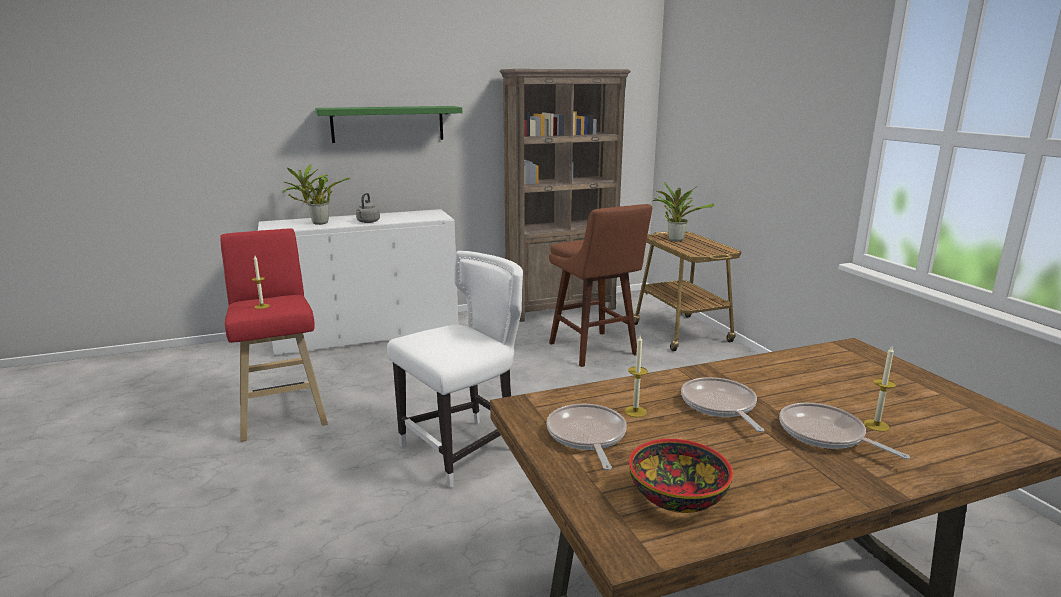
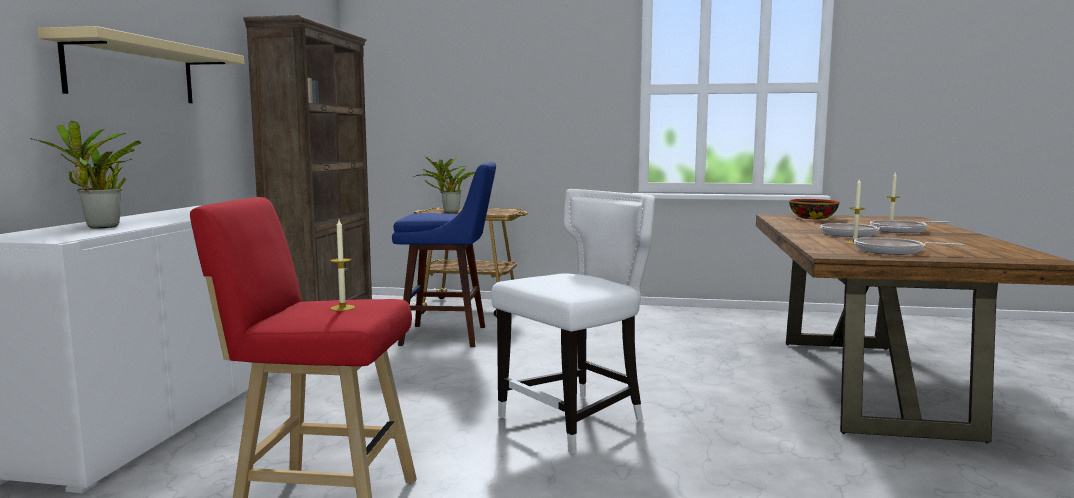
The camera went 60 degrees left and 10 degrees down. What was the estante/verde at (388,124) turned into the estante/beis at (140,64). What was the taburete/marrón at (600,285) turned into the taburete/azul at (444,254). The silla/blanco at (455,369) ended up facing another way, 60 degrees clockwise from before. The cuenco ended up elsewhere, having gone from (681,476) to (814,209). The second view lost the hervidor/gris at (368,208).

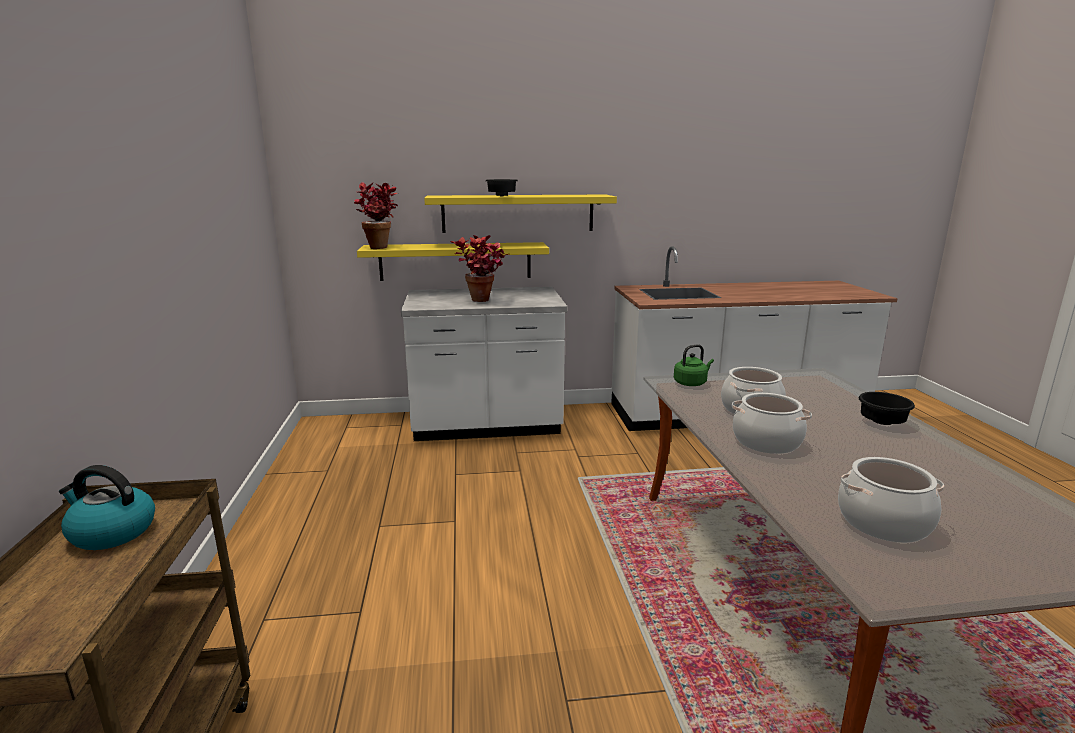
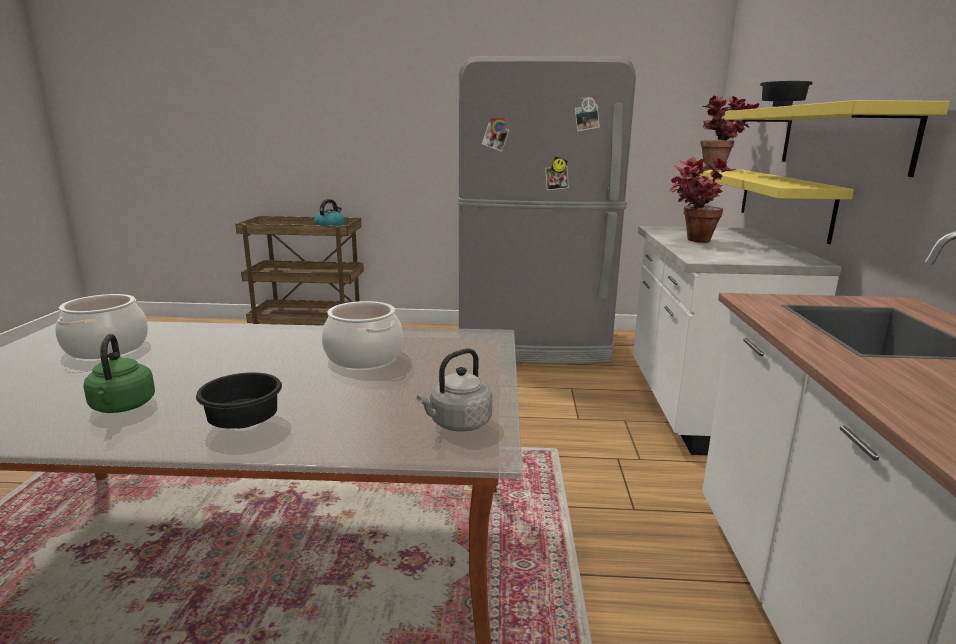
The camera went 100 degrees right and 0 degrees up. The hervidor/verde ended up elsewhere, having gone from (694,365) to (119,373). The second view gained the hervidor/gris at (454,390). The second view gained the nevera/gris at (547,210). The second view lost the olla at (772,423).

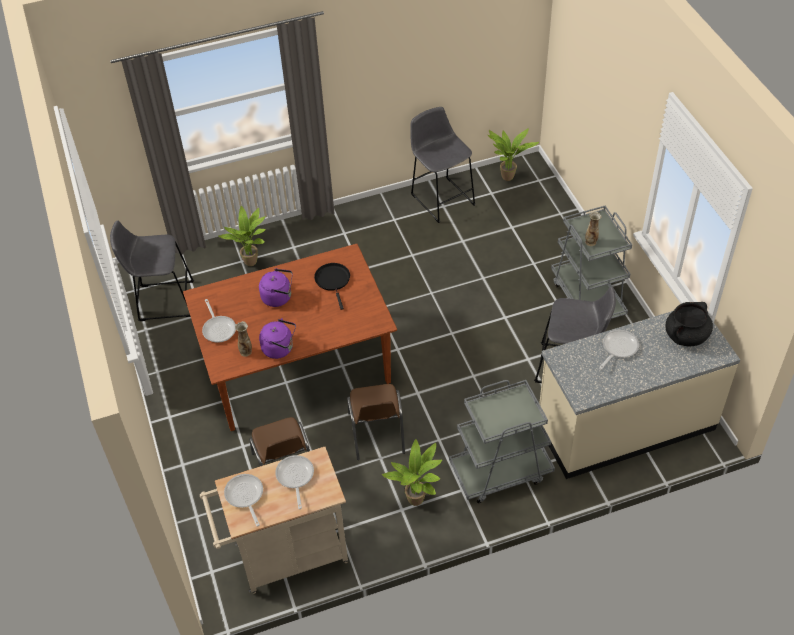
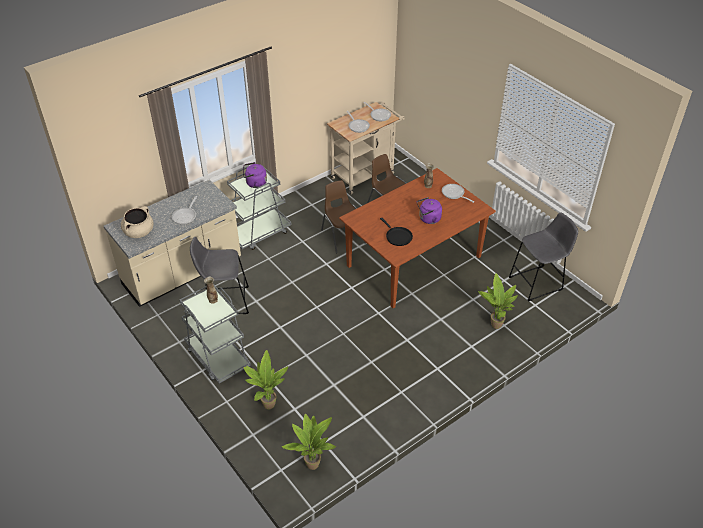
The camera went 160 degrees right and 5 degrees down. What was the olla/negro at (689,324) turned into the olla/beis at (137,222). The hervidor/morado ended up elsewhere, having gone from (277,338) to (255,175). The planta en maceta ended up elsewhere, having gone from (412,472) to (265,379). The second view lost the taburete/gris at (443,165).

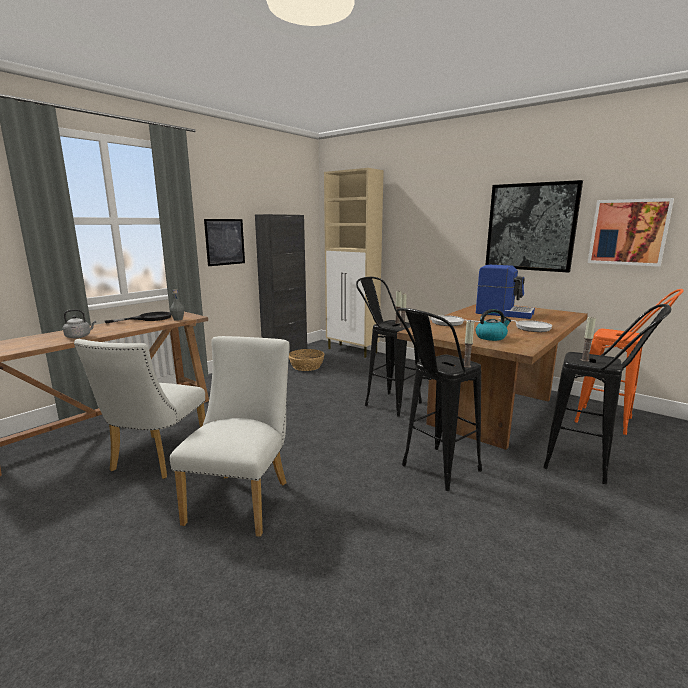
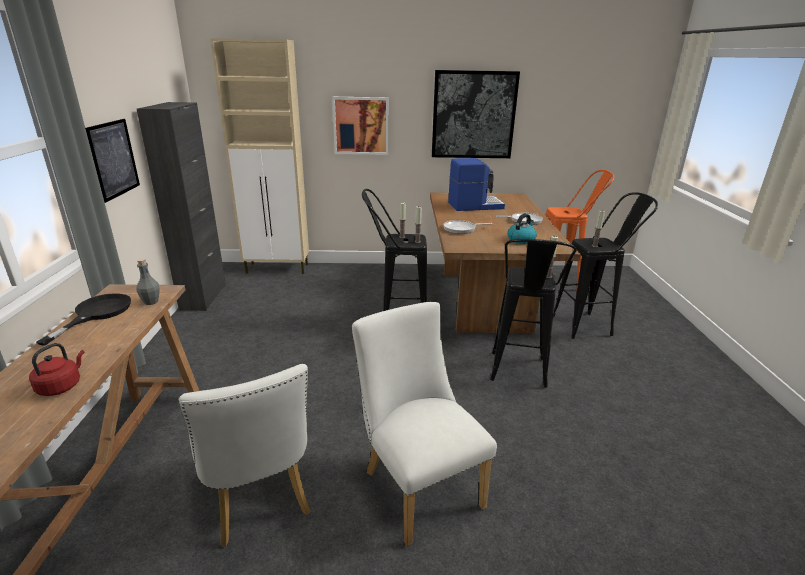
The camera went 40 degrees left and 10 degrees up. What was the hervidor/gris at (79,323) turned into the hervidor/rojo at (57,369). The cuadro ended up elsewhere, having gone from (631,232) to (360,126). The second view lost the cesta at (307,360).

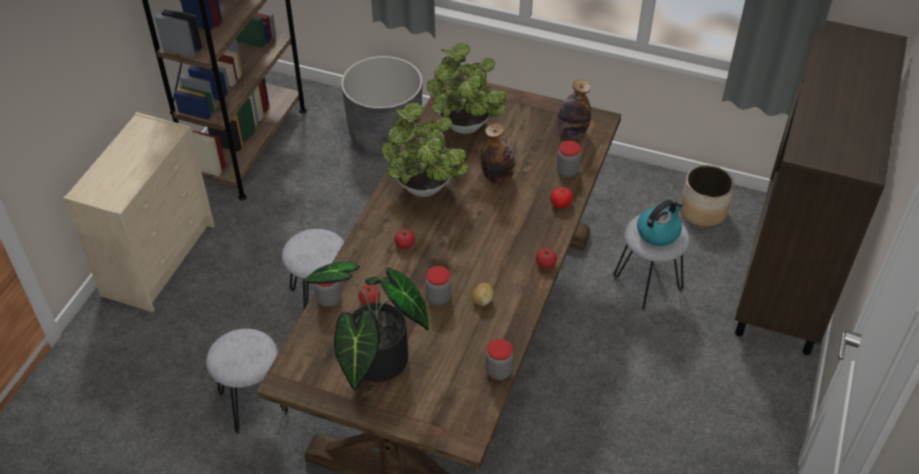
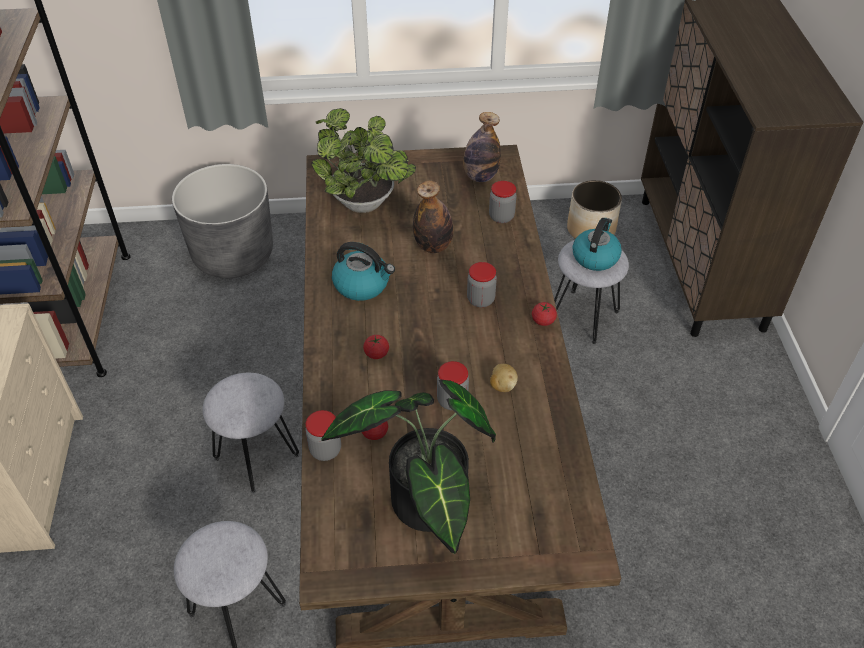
The camera went 25 degrees left and 0 degrees up. Where the planta en maceta stood at (425,149), the hervidor came to stand at (363,271). The tarro ended up elsewhere, having gone from (499,359) to (482,285). The second view lost the tomate at (561,197).

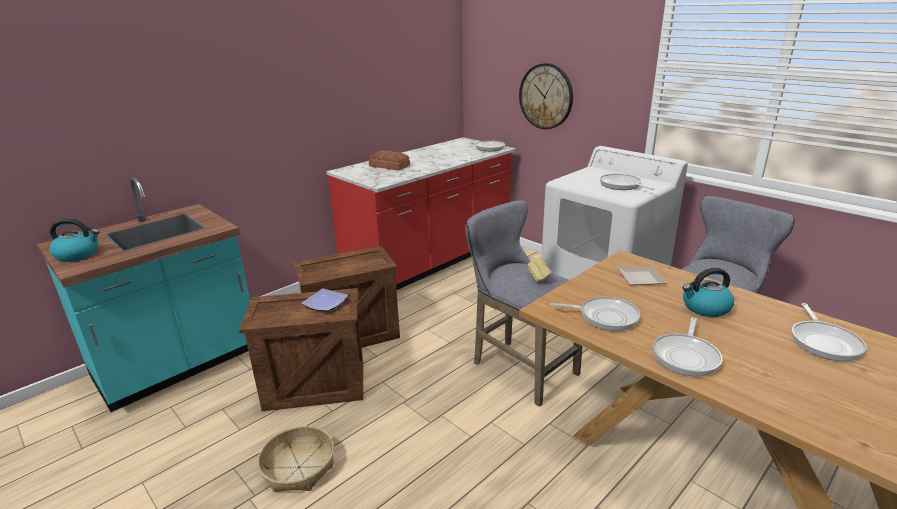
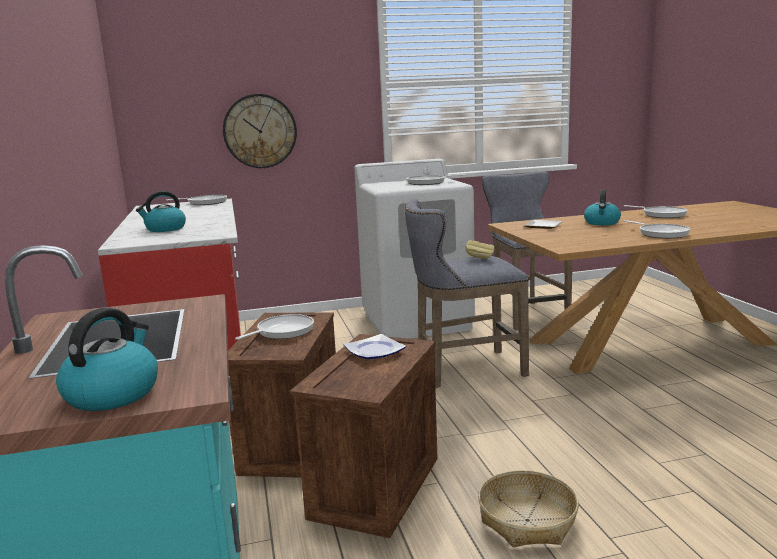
The camera went 60 degrees left and 10 degrees down. Where the pan stood at (389,160), the hervidor came to stand at (161,211). The sartén ended up elsewhere, having gone from (595,314) to (274,327).

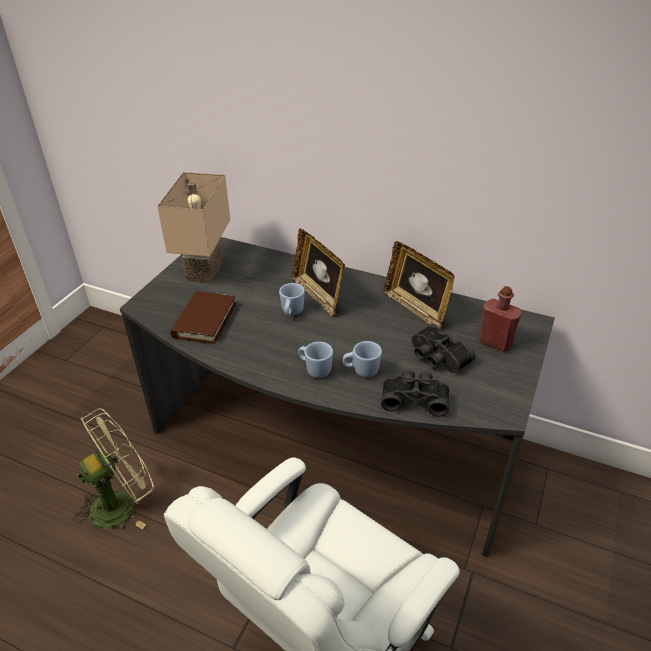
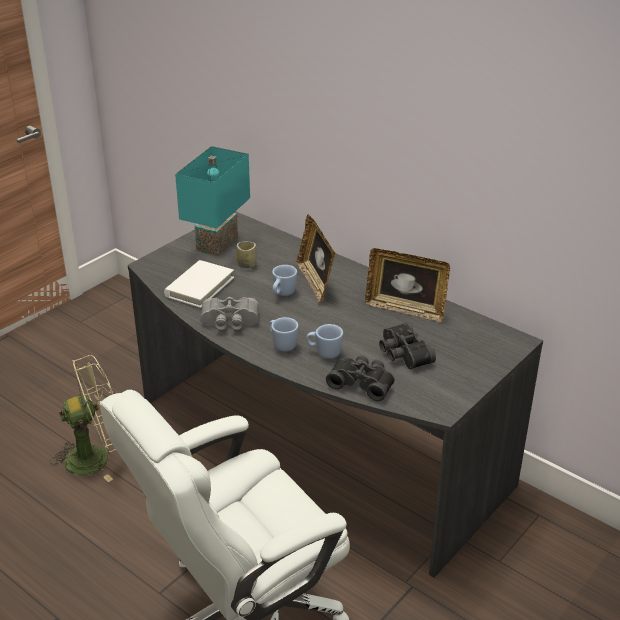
The camera went 15 degrees right and 5 degrees down. What was the libro/marrón at (203,317) turned into the libro/blanco at (199,284). What was the lámpara de mesa/beis at (193,227) turned into the lámpara de mesa/turquesa at (212,201). The second view gained the prismáticos/gris at (229,313). The second view gained the taza at (246,255). The portarretratos at (418,284) ended up facing another way, 45 degrees counterclockwise from before. The second view lost the botella/rojo at (500,319).

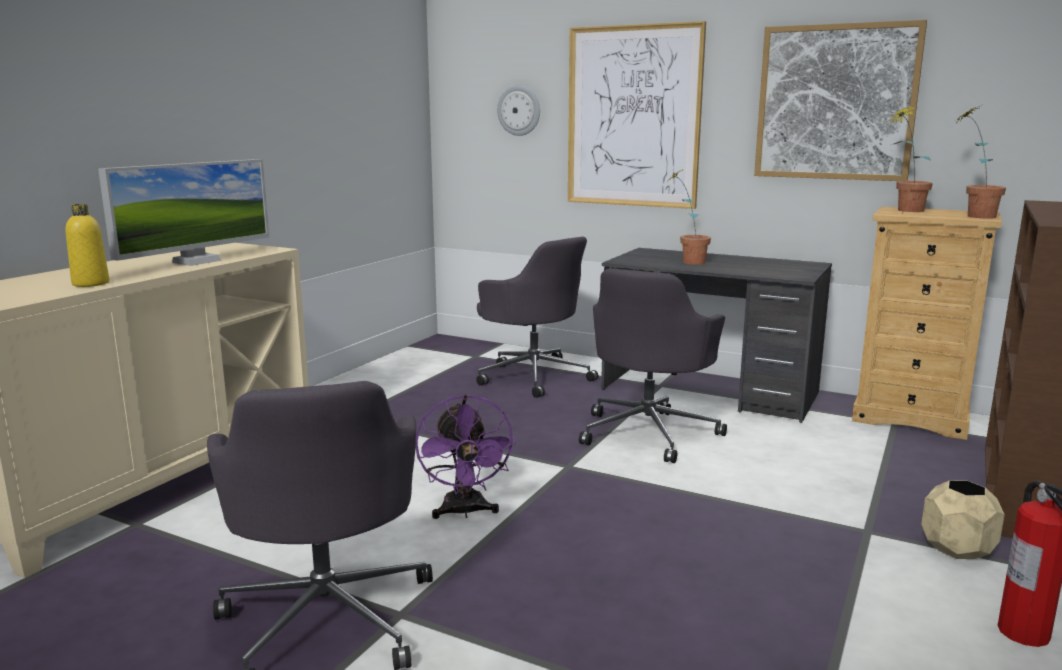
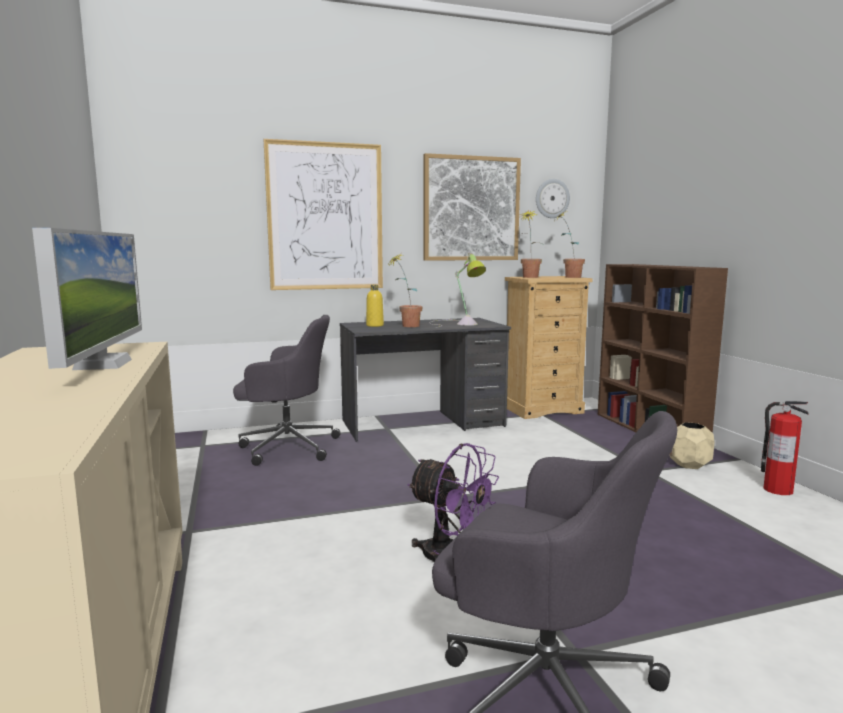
The camera went 45 degrees left and 5 degrees down. The botella/amarillo ended up elsewhere, having gone from (87,245) to (375,306). The second view gained the lámpara de mesa at (457,290). The reloj de pared ended up elsewhere, having gone from (518,110) to (553,198). The second view lost the silla de oficina/gris at (653,365).

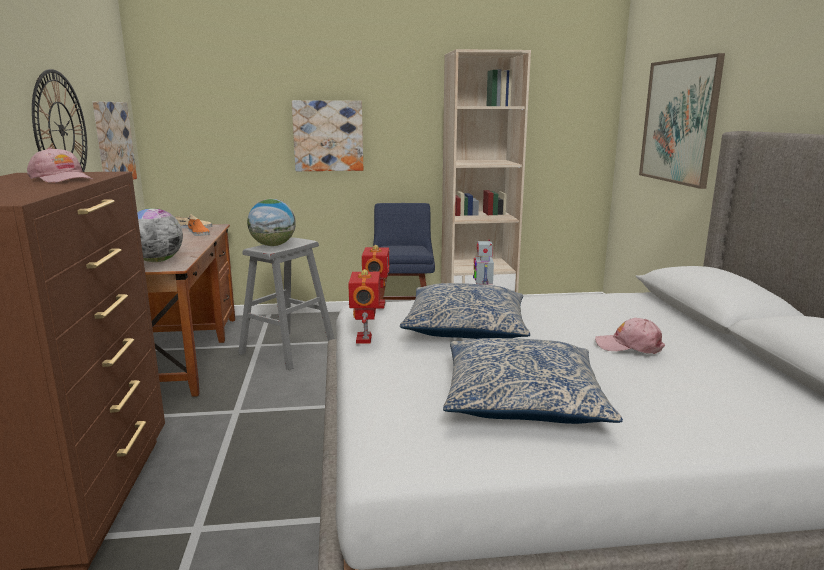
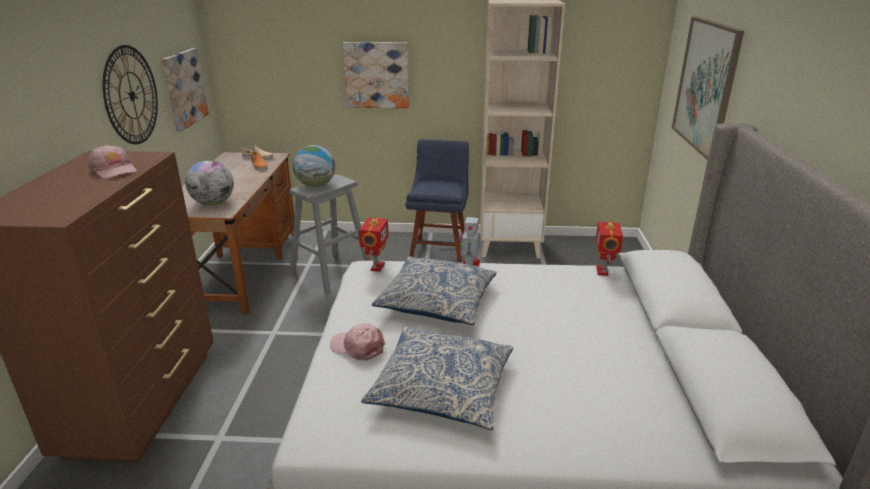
The camera went 10 degrees right and 10 degrees up. The gorra/rosa ended up elsewhere, having gone from (630,336) to (357,342). The robot de juguete ended up elsewhere, having gone from (364,306) to (609,249).

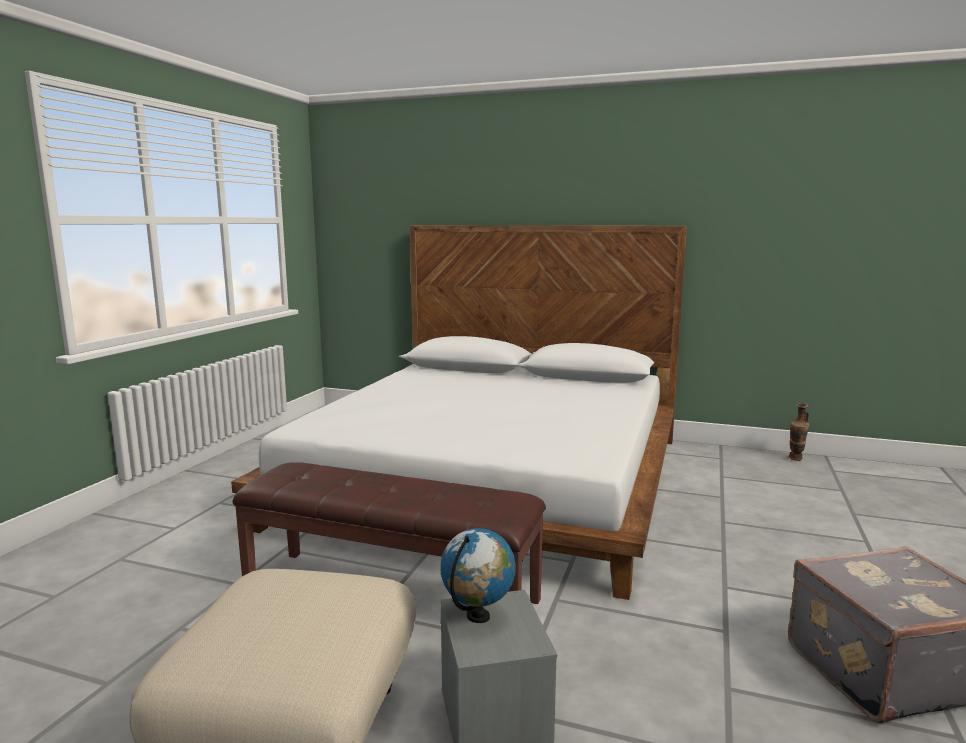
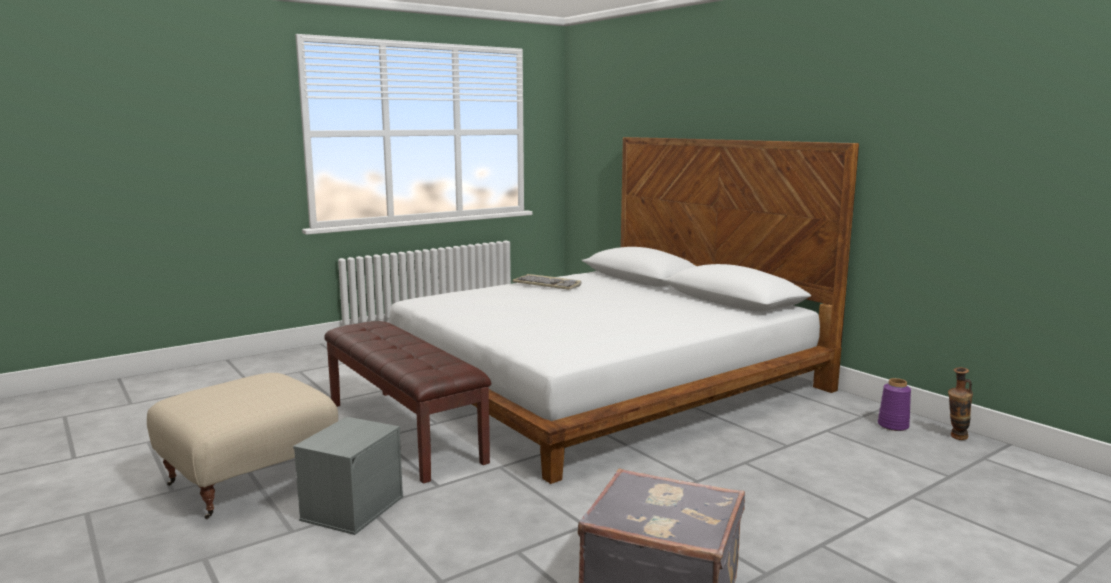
The camera went 35 degrees right and 0 degrees up. The second view gained the teclado at (547,282). The second view gained the florero/morado at (894,404). The second view lost the globo terráqueo at (478,575).

